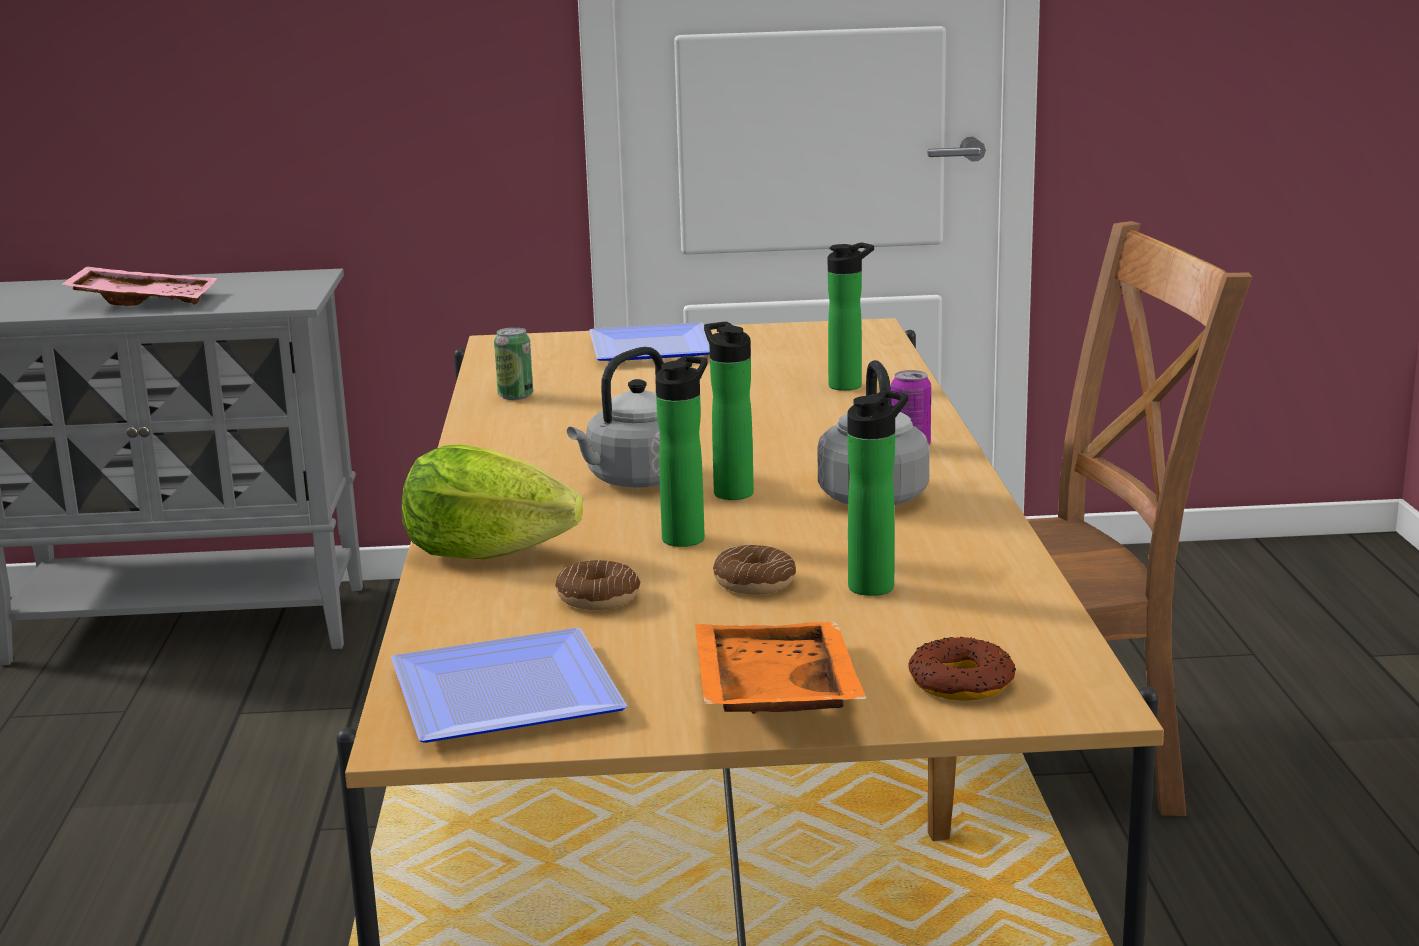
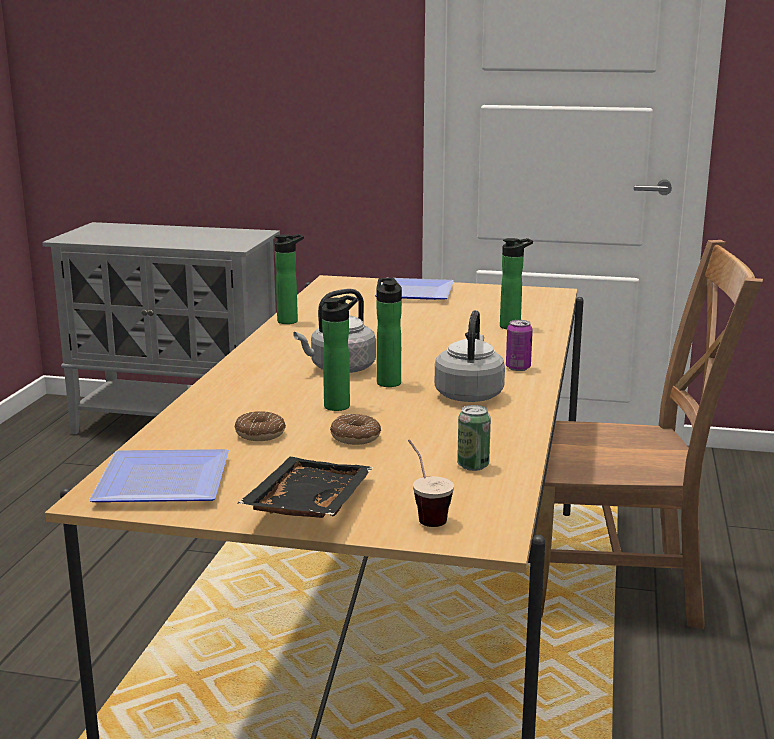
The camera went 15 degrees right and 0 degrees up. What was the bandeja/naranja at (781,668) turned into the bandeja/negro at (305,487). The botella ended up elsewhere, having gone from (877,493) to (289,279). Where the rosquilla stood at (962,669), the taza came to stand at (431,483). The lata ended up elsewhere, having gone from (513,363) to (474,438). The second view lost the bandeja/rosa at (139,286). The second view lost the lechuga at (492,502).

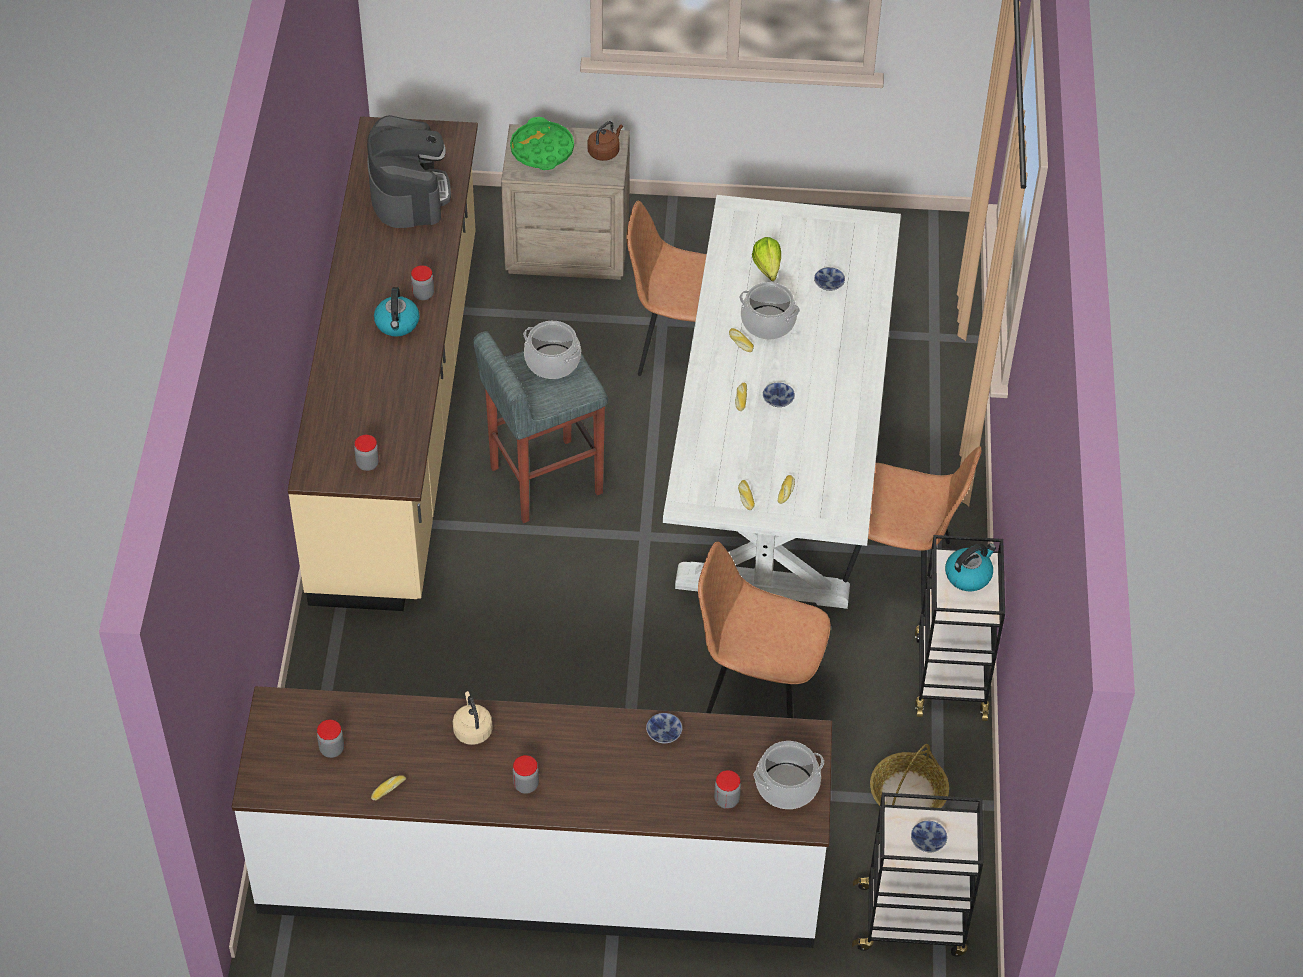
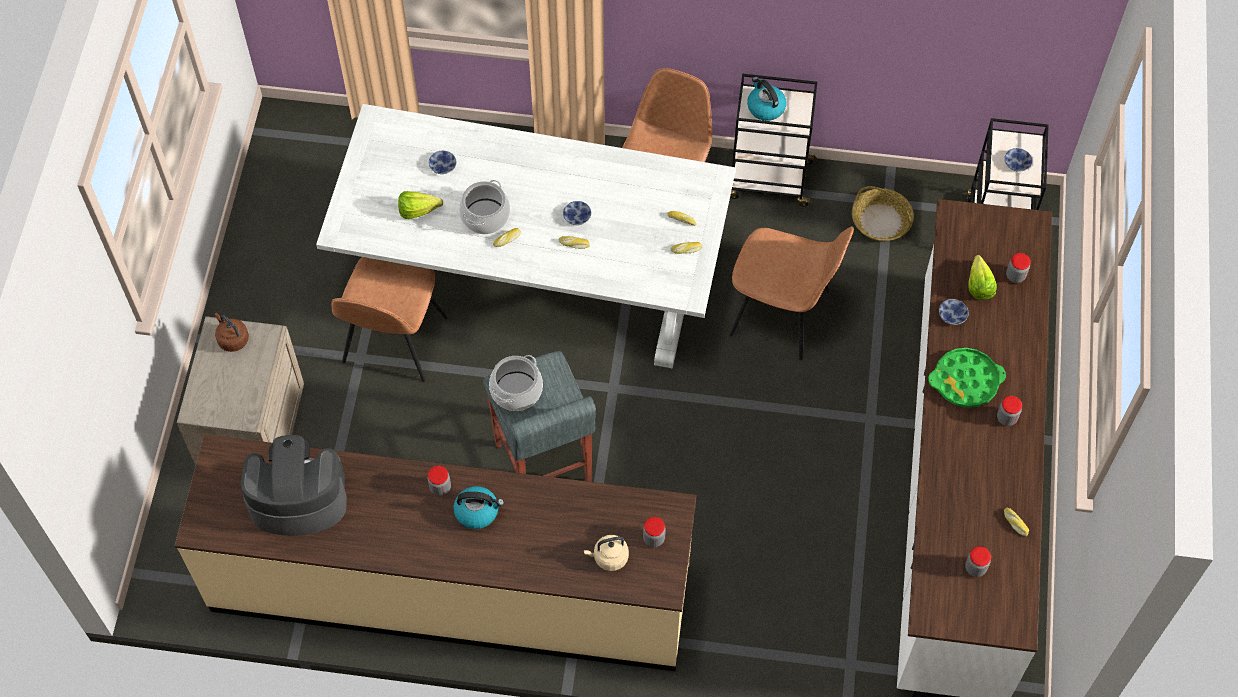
The camera went 85 degrees left and 10 degrees up. The hervidor/beis ended up elsewhere, having gone from (473,718) to (606,553). The silla/marrón at (764,630) ended up facing another way, 90 degrees counterclockwise from before. The bandeja/verde ended up elsewhere, having gone from (542,143) to (967,378). The second view gained the lechuga at (983,277). The second view lost the olla at (788,775).

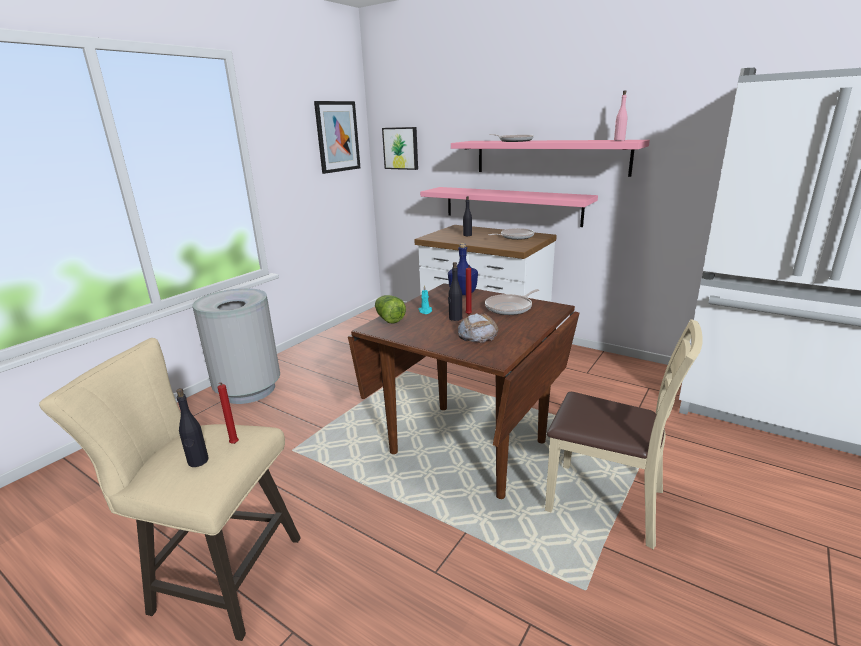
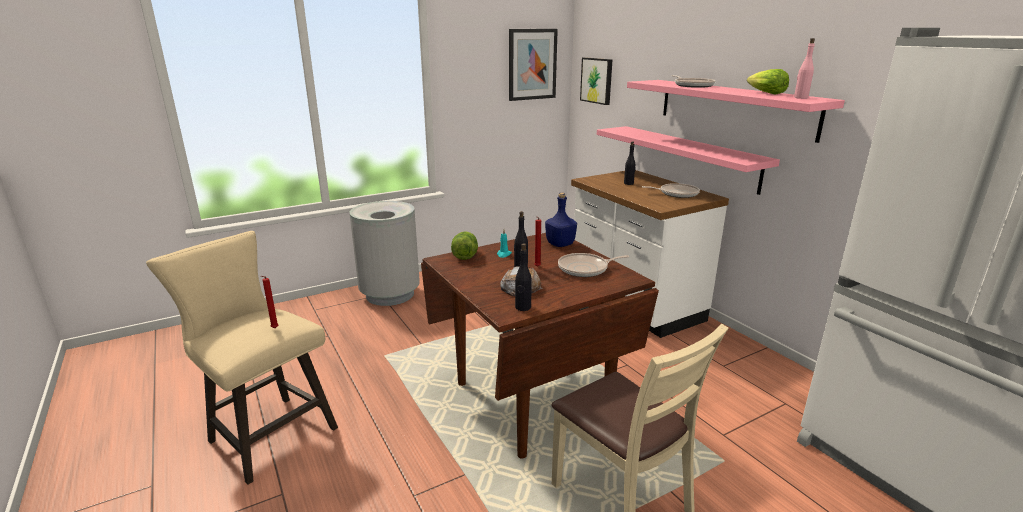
The camera went 25 degrees right and 0 degrees up. The botella/negro ended up elsewhere, having gone from (192,427) to (523,277). The second view gained the lechuga at (768,81).

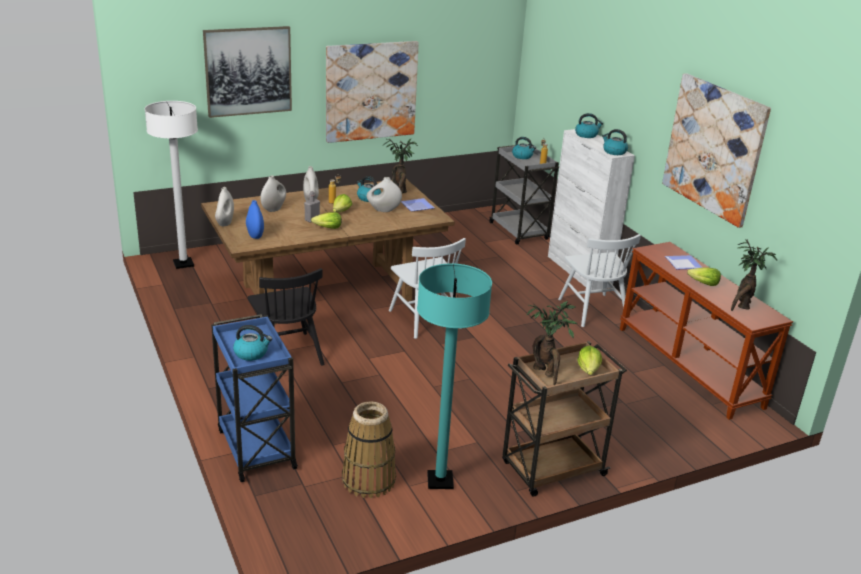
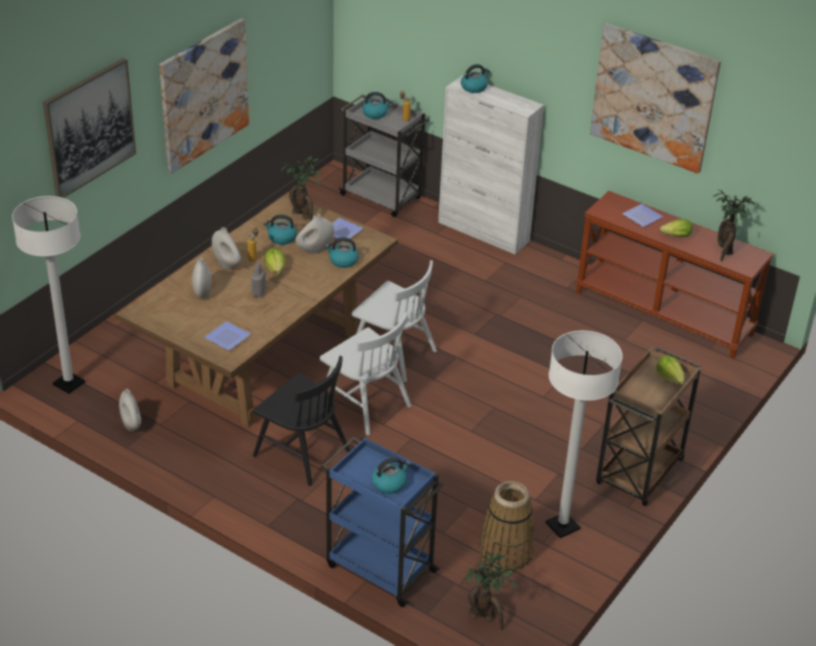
The camera went 30 degrees left and 10 degrees up. The florero/blanco ended up elsewhere, having gone from (224,206) to (130,410). Where the florero/azul stood at (255,219), the plato came to stand at (227,336). The silla/blanco ended up elsewhere, having gone from (599,280) to (365,373). The hervidor ended up elsewhere, having gone from (615,142) to (342,252). The planta en maceta ended up elsewhere, having gone from (552,343) to (491,590). What was the lámpara de pie/turquesa at (454,376) turned into the lámpara de pie/blanco at (584,434). The second view lost the lechuga at (326,220).

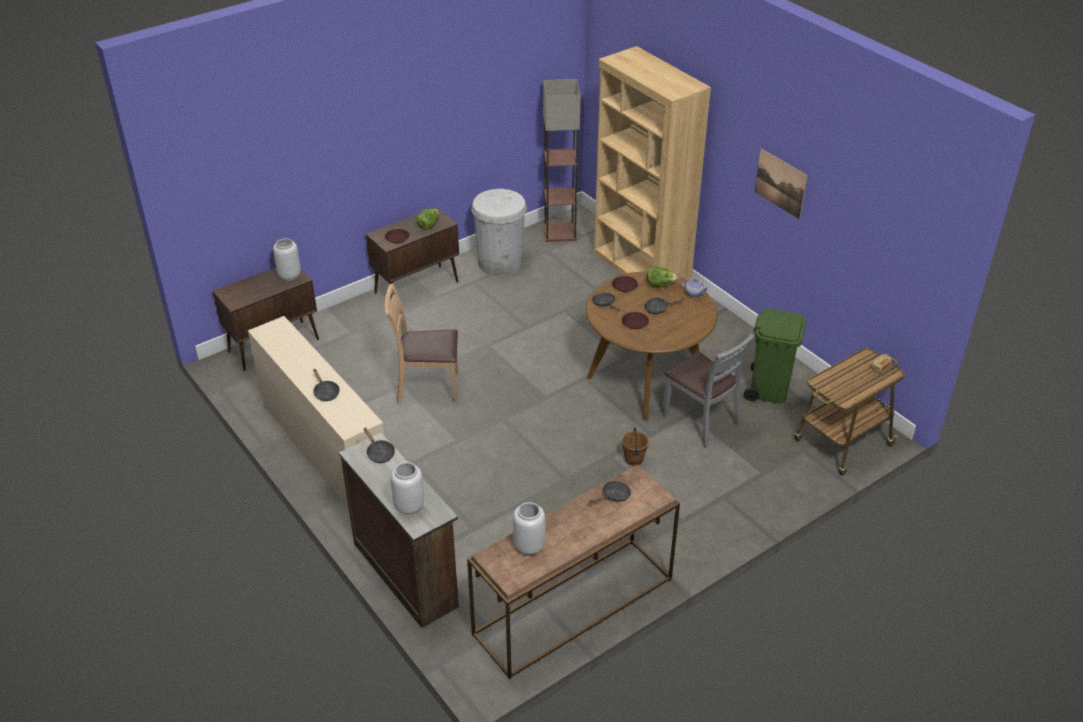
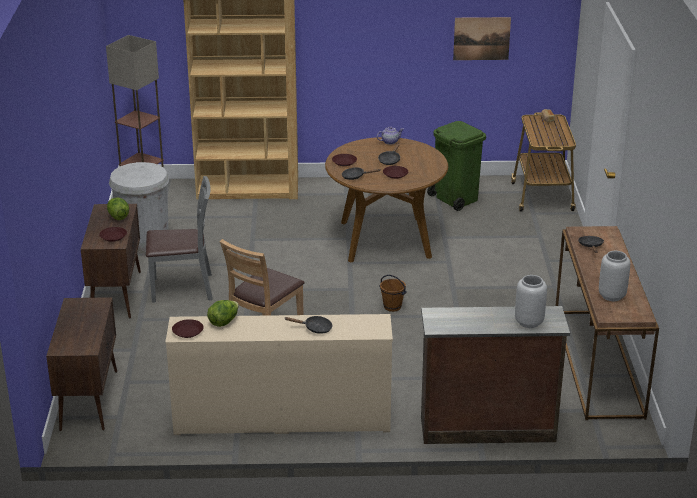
The camera went 55 degrees left and 10 degrees down. The silla/gris ended up elsewhere, having gone from (708,391) to (179,239). The second view gained the plato/marrón at (188,328). The lechuga ended up elsewhere, having gone from (662,277) to (223,313). The cubo/marrón ended up elsewhere, having gone from (635,447) to (393,293). The cuadro ended up elsewhere, having gone from (781,184) to (482,38). The second view lost the florero/gris at (287,259). The second view lost the sartén/negro at (379,445).

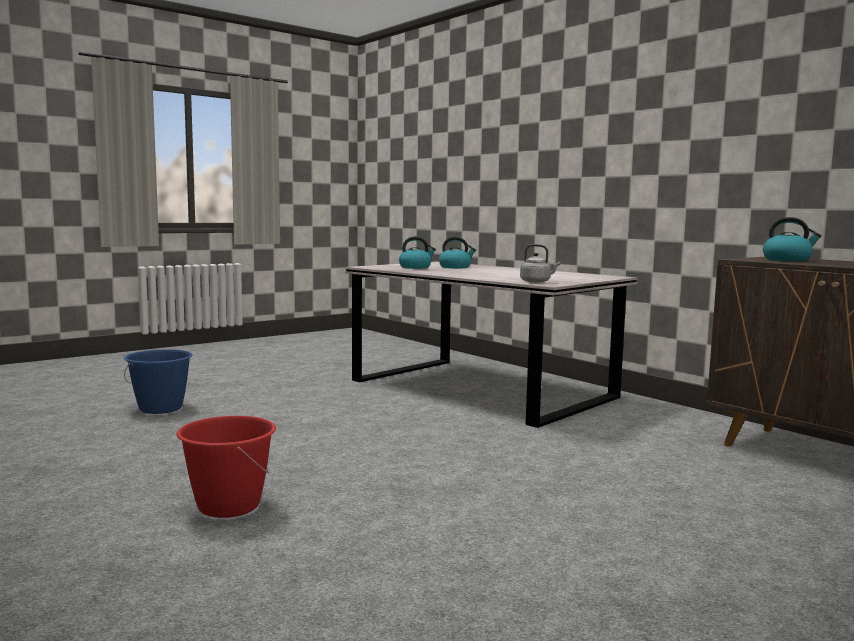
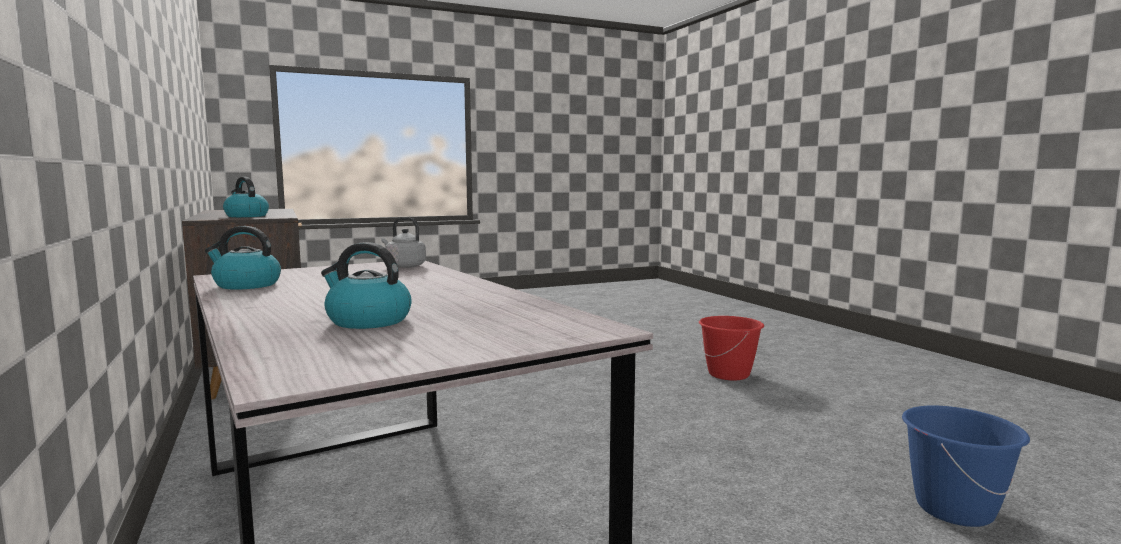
The camera went 165 degrees left and 0 degrees up. The hervidor ended up elsewhere, having gone from (417,252) to (243,258).

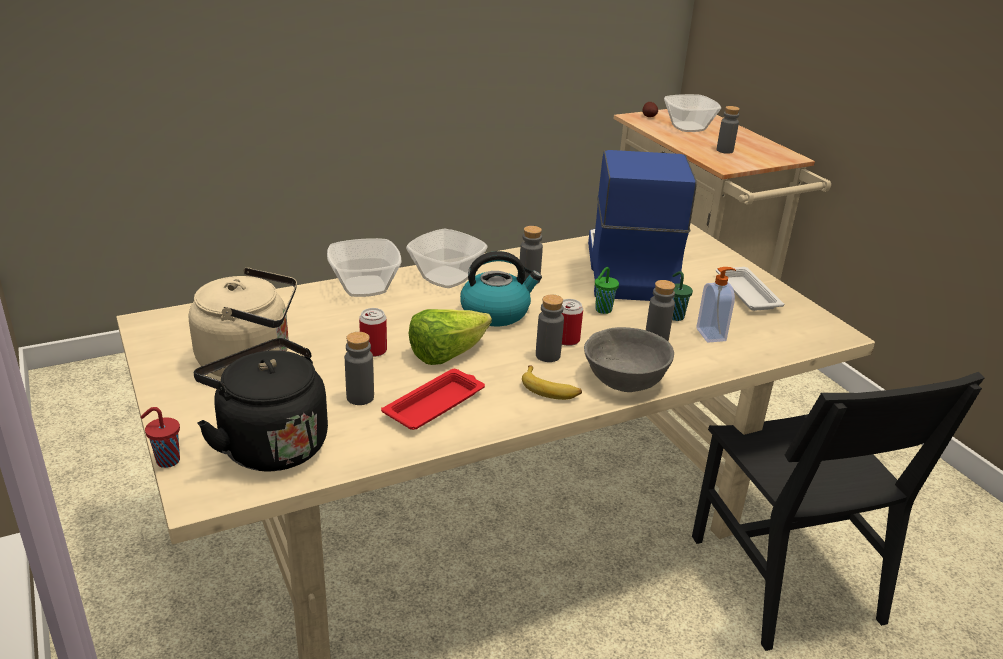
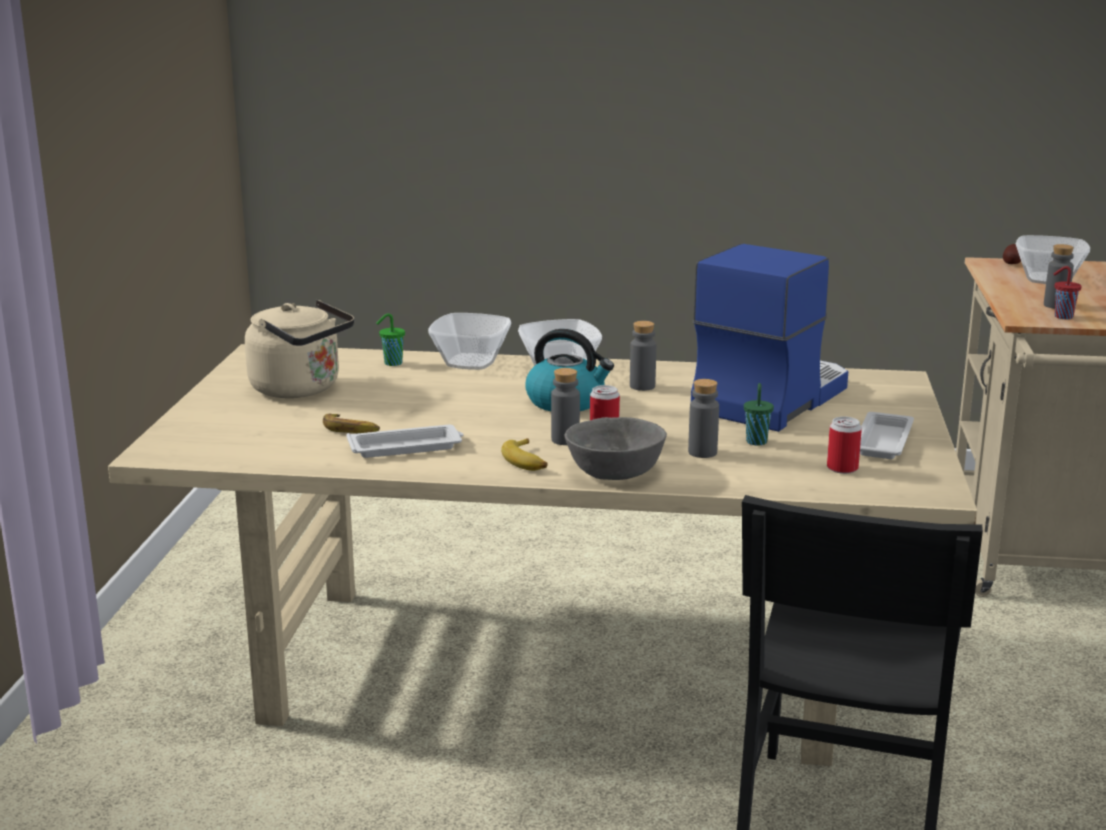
The camera went 35 degrees right and 10 degrees down. Where the botella/gris stood at (359,368), the plátano came to stand at (351,423). What was the bandeja/rojo at (433,399) turned into the bandeja/blanco at (404,441). The taza/verde ended up elsewhere, having gone from (607,290) to (390,339). The lata ended up elsewhere, having gone from (373,332) to (844,445). The taza/rojo ended up elsewhere, having gone from (160,437) to (1068,292). The second view lost the hervidor/negro at (261,405). The second view lost the lechuga at (450,337). The second view lost the dispensador de jabón at (716,304).

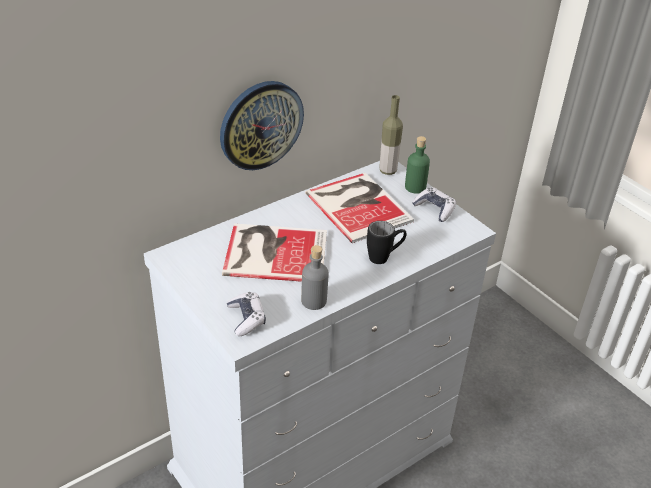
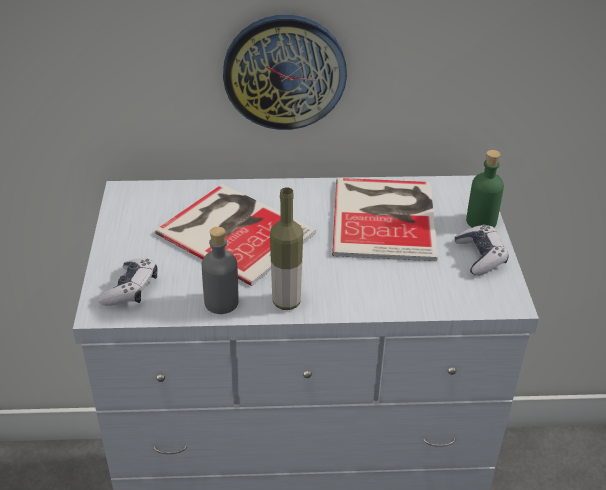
The camera went 35 degrees right and 0 degrees up. The botella ended up elsewhere, having gone from (391,135) to (286,248). The second view lost the taza grande/negro at (387,242).

